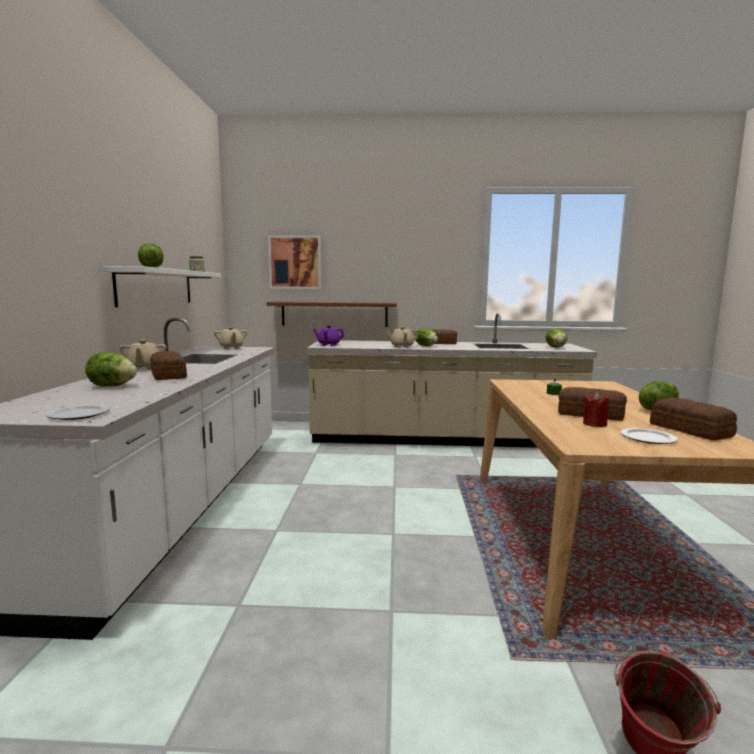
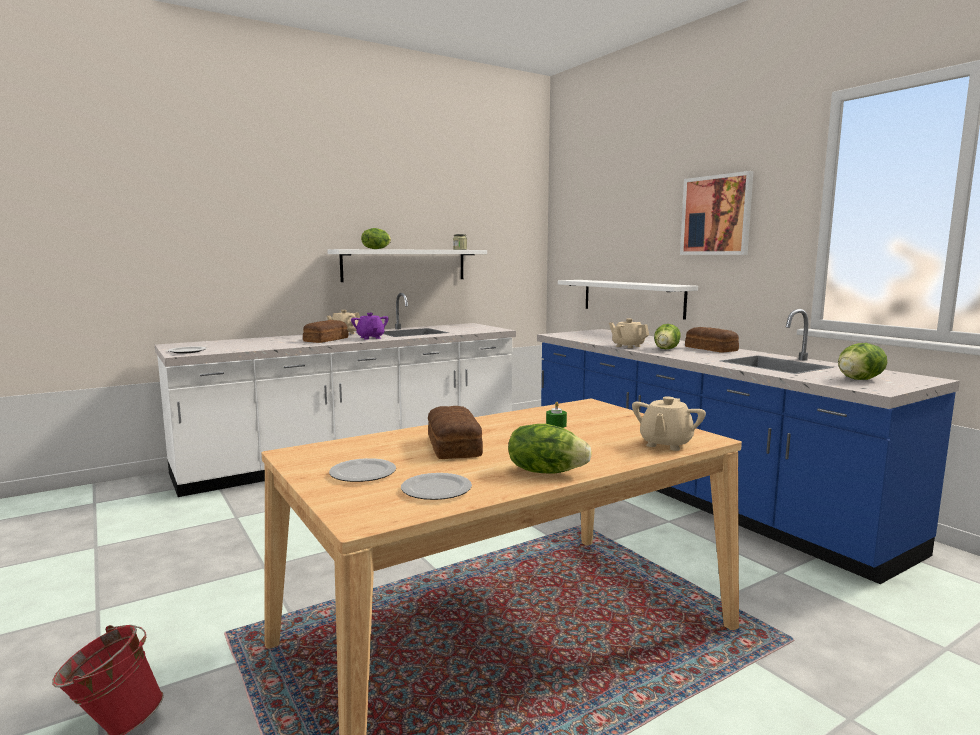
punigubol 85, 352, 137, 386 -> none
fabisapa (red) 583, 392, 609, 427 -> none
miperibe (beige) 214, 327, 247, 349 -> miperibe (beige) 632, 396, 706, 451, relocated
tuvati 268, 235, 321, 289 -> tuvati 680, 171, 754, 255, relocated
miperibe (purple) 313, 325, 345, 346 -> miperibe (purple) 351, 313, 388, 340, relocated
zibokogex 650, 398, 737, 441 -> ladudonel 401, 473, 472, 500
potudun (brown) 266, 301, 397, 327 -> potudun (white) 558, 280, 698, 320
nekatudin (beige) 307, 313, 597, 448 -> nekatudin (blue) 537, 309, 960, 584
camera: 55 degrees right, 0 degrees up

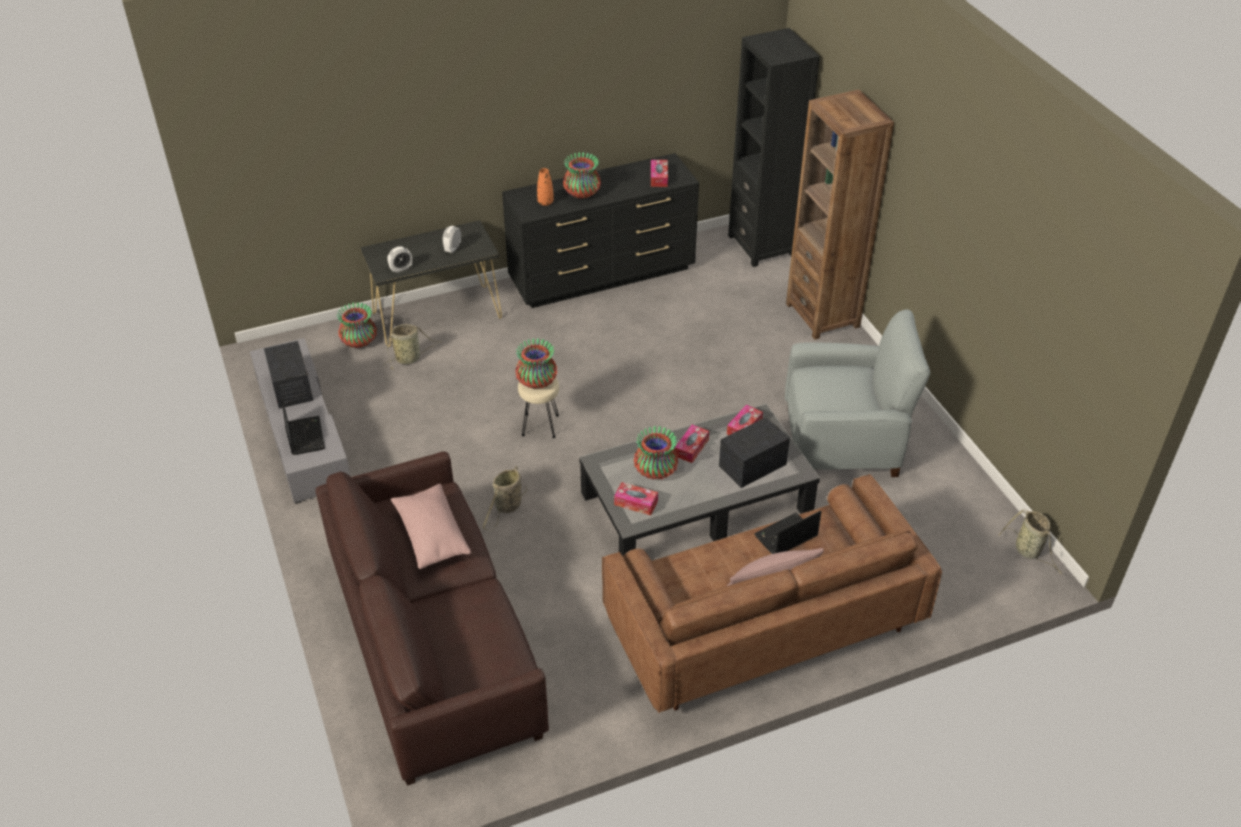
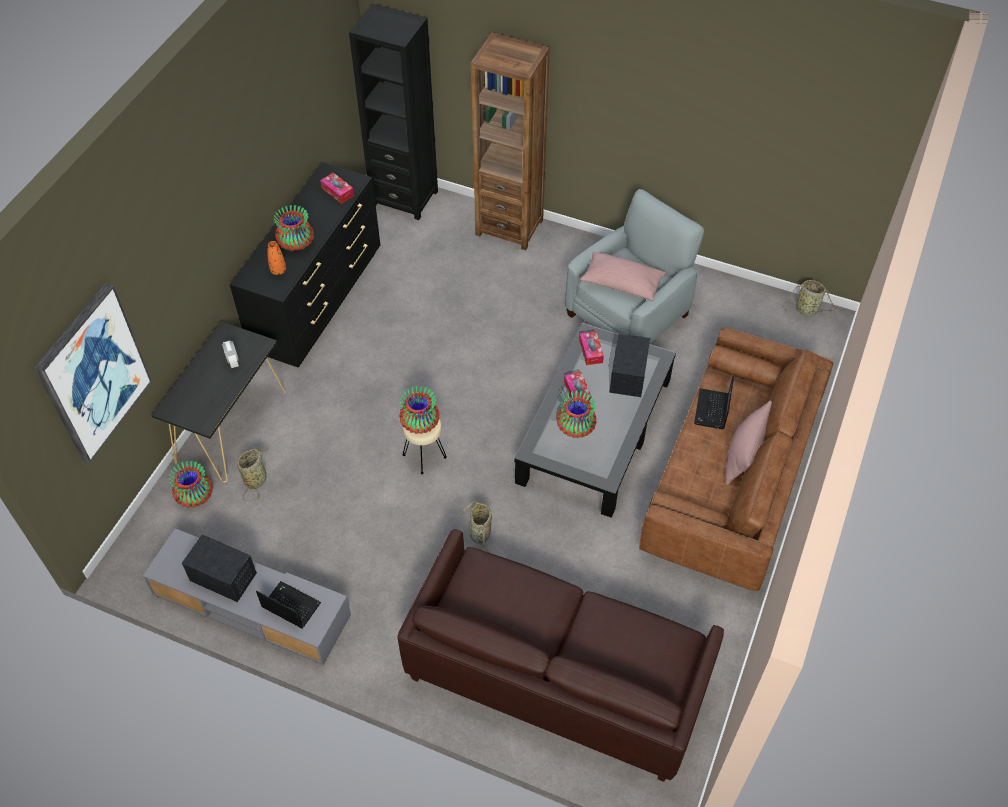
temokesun 388, 246, 412, 273 -> none
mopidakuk 614, 482, 658, 515 -> none
none -> tuvati 34, 283, 152, 463
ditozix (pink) 391, 484, 471, 569 -> ditozix (pink) 580, 252, 666, 301, relocated
camera: 45 degrees left, 10 degrees up

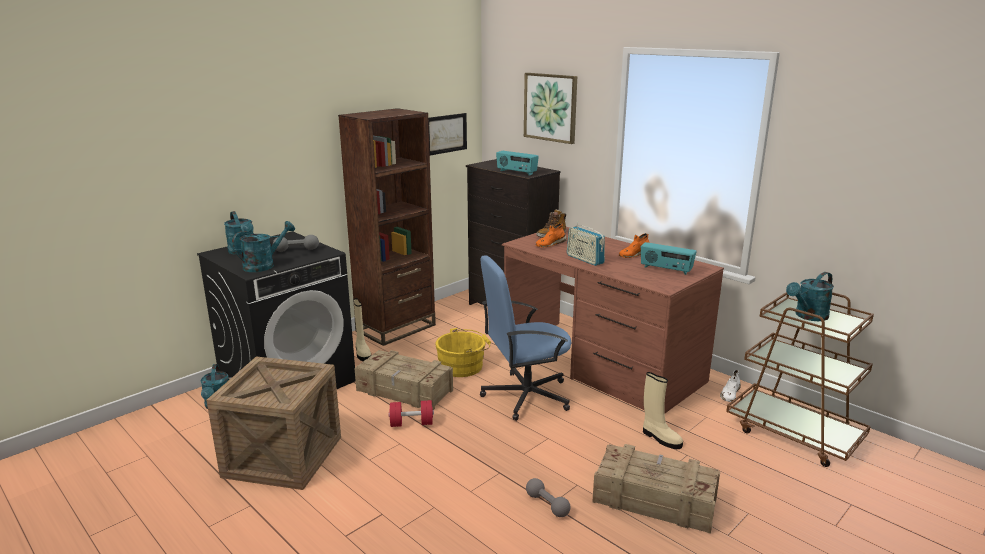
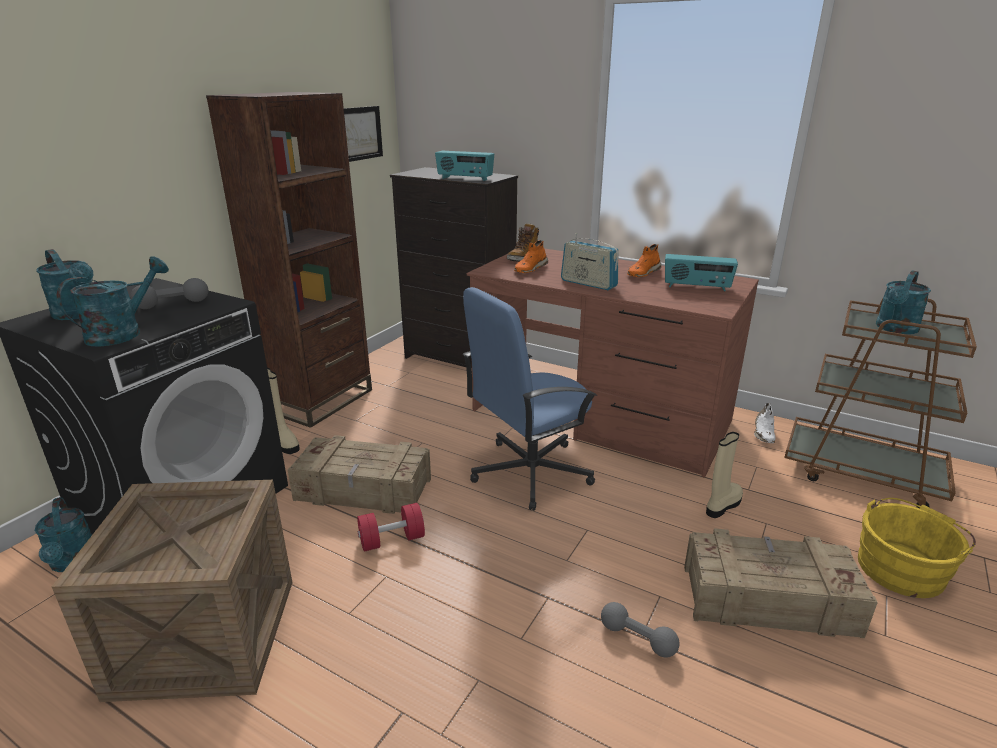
tuvati 524, 73, 577, 144 -> none
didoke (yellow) 435, 328, 491, 377 -> didoke (yellow) 858, 498, 976, 598, relocated
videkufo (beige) 643, 372, 683, 449 -> videkufo (beige) 706, 432, 743, 518, 75 degrees counterclockwise
camera: 15 degrees left, 5 degrees up

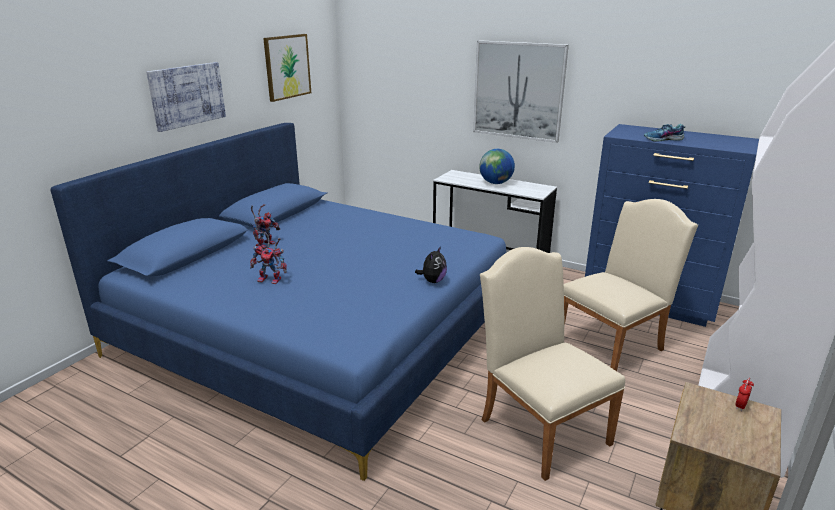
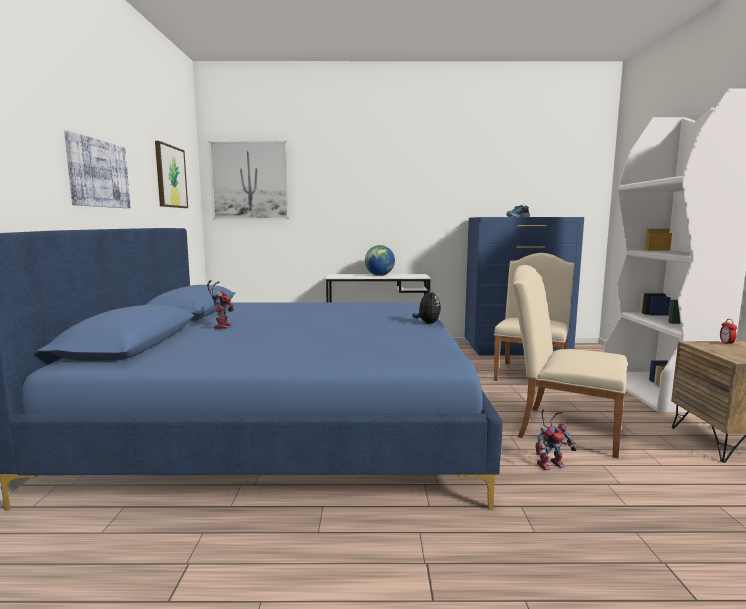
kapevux 250, 232, 287, 284 -> kapevux 535, 409, 577, 471, relocated
tuvati 473, 40, 569, 143 -> tuvati 209, 141, 289, 220, relocated
camera: 30 degrees left, 15 degrees down

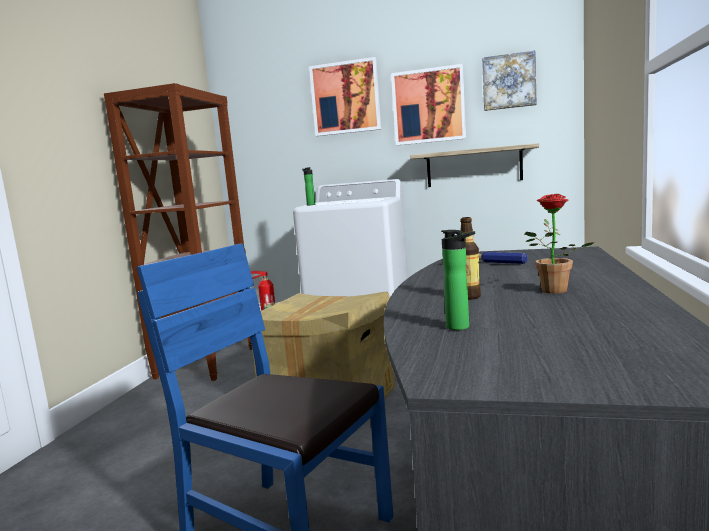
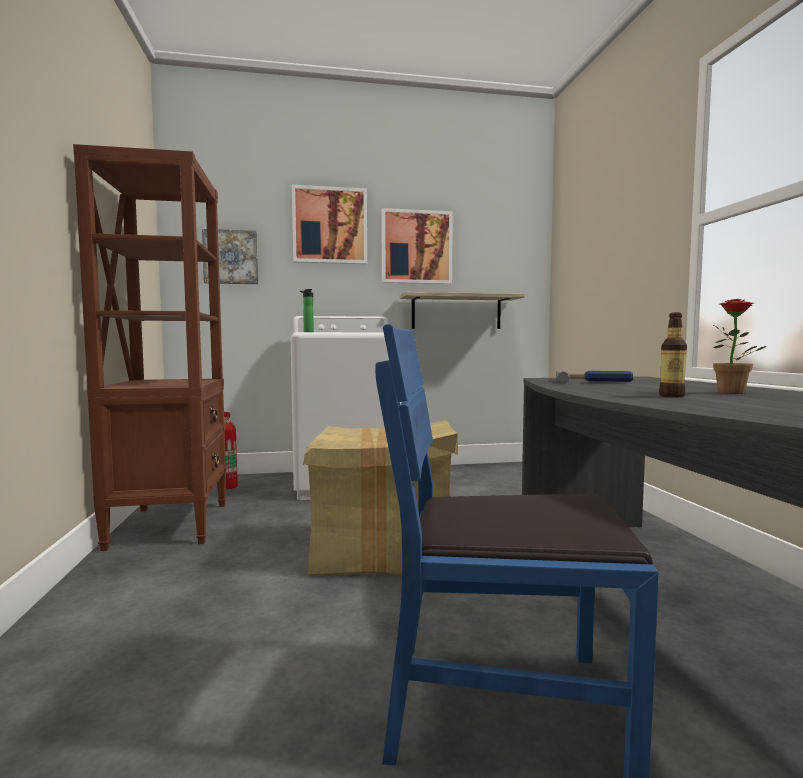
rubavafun 441, 230, 475, 330 -> none
tuvati 482, 51, 536, 111 -> tuvati 202, 229, 258, 284, relocated
camera: 25 degrees left, 5 degrees down

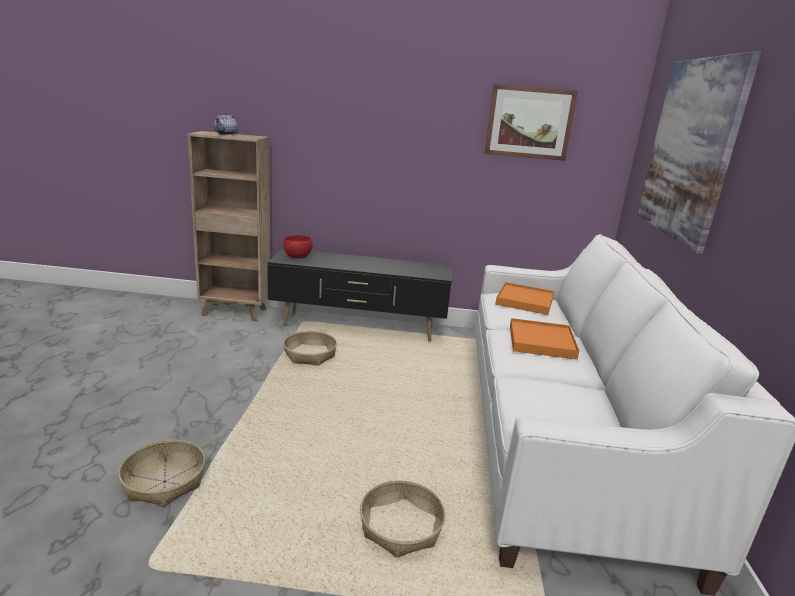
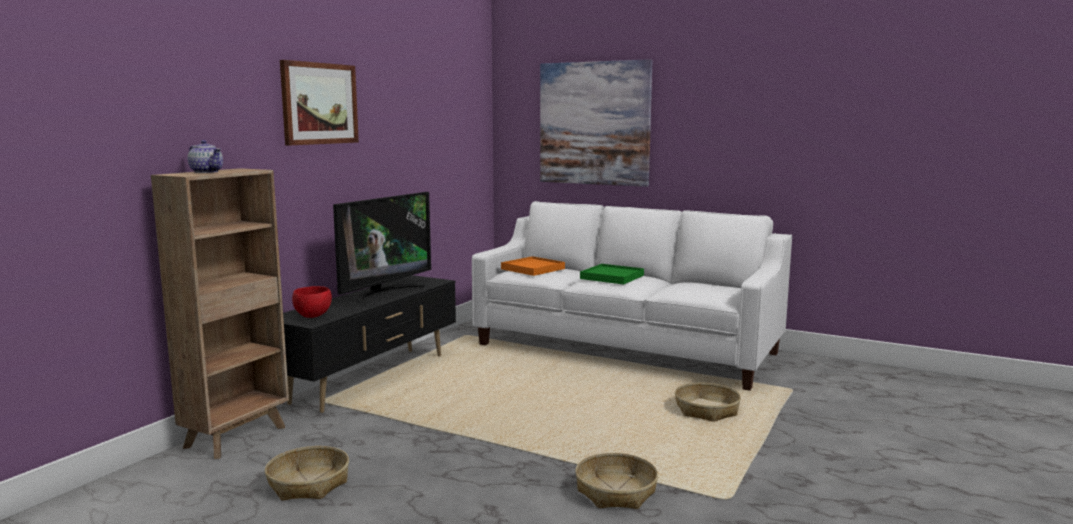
none -> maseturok 333, 192, 431, 305
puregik 283, 331, 337, 366 -> puregik 265, 446, 349, 501, relocated
tuvati 485, 84, 578, 161 -> tuvati 280, 60, 359, 145, relocated
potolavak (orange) 510, 318, 579, 360 -> potolavak (green) 580, 264, 644, 285
camera: 65 degrees left, 10 degrees down

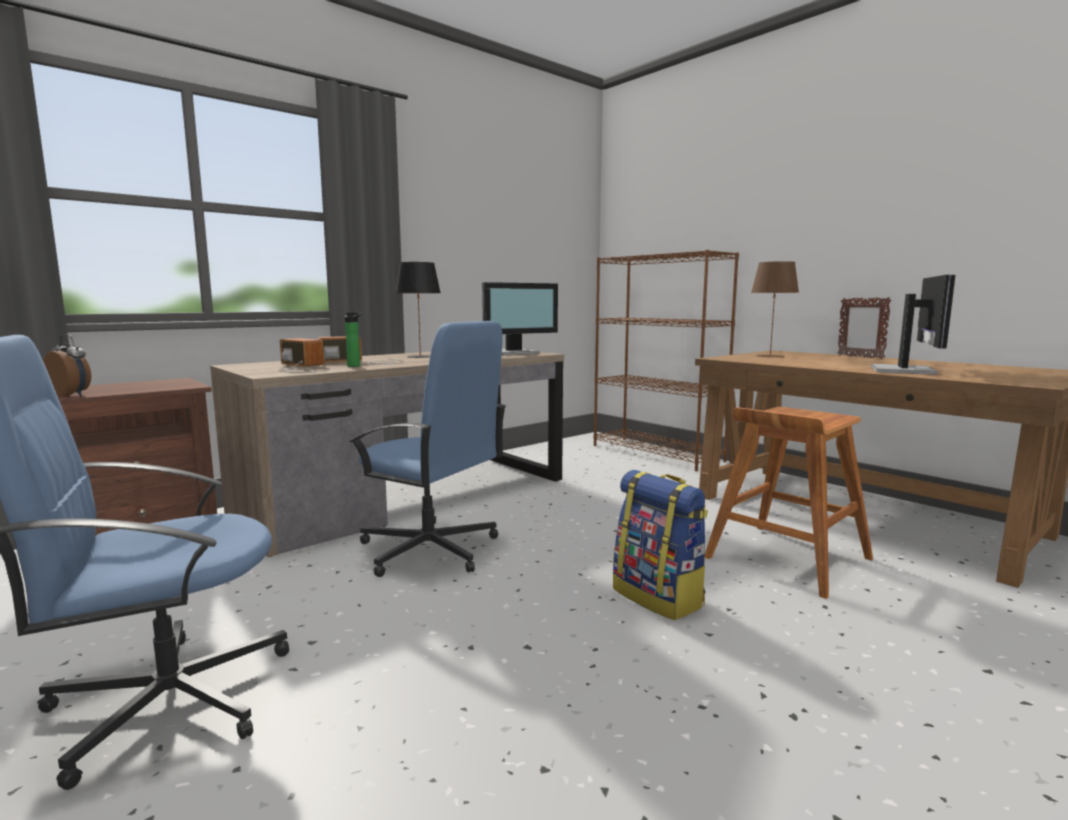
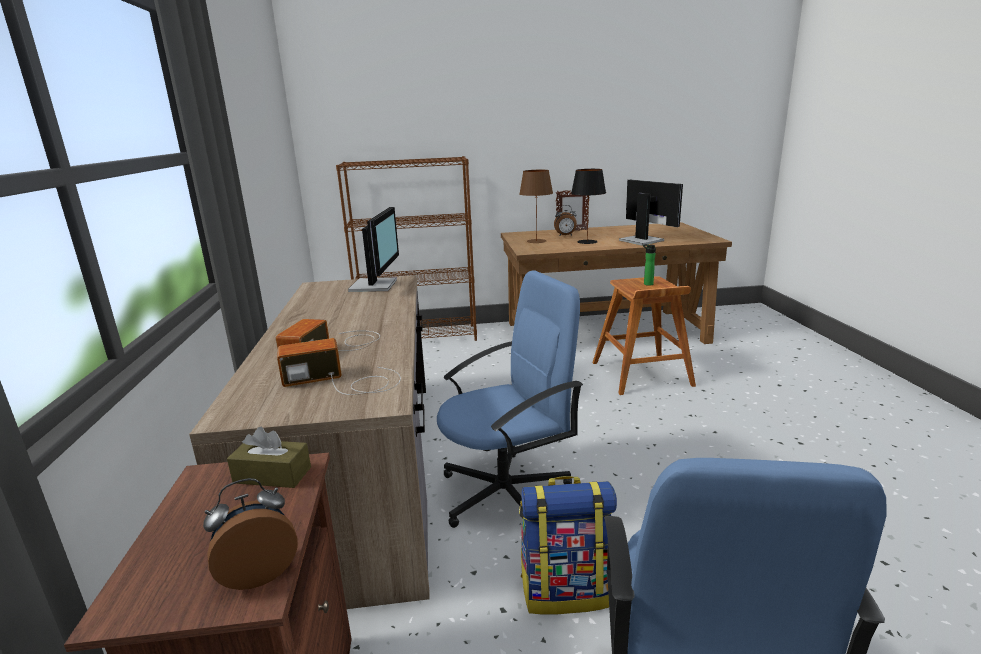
none -> mopidakuk (brown) 227, 427, 311, 488
none -> temokesun 554, 205, 577, 236
rubavafun 345, 312, 361, 367 -> rubavafun 643, 244, 656, 286, relocated
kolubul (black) 395, 262, 441, 358 -> kolubul (black) 571, 169, 606, 244, relocated
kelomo 613, 470, 708, 621 -> kelomo 519, 476, 617, 614, relocated
camera: 55 degrees left, 10 degrees up

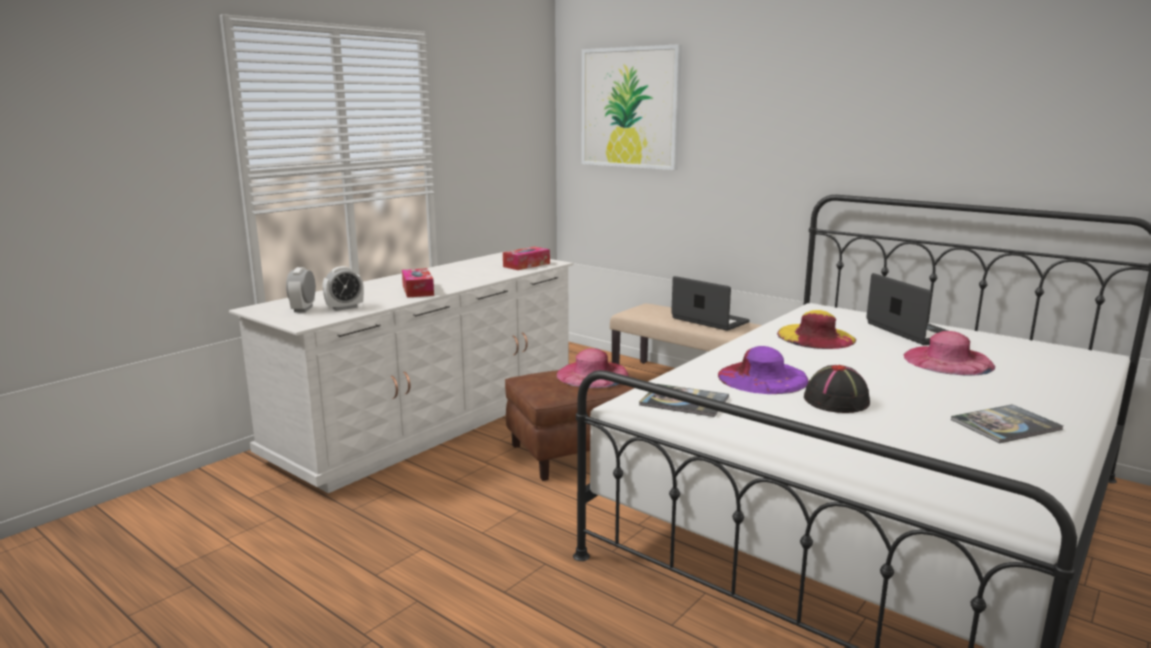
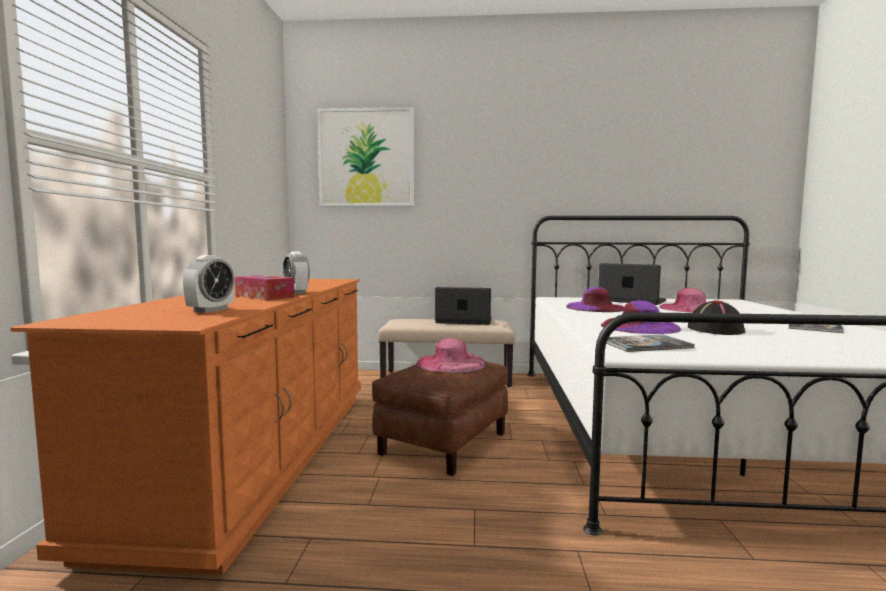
mopidakuk 503, 247, 550, 270 -> none
temokesun 286, 267, 316, 312 -> temokesun 283, 252, 310, 295, relocated
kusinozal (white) 229, 252, 574, 493 -> kusinozal (orange) 11, 279, 361, 575
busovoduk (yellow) 777, 310, 856, 349 -> busovoduk (purple) 566, 287, 624, 312
camera: 35 degrees left, 10 degrees down

